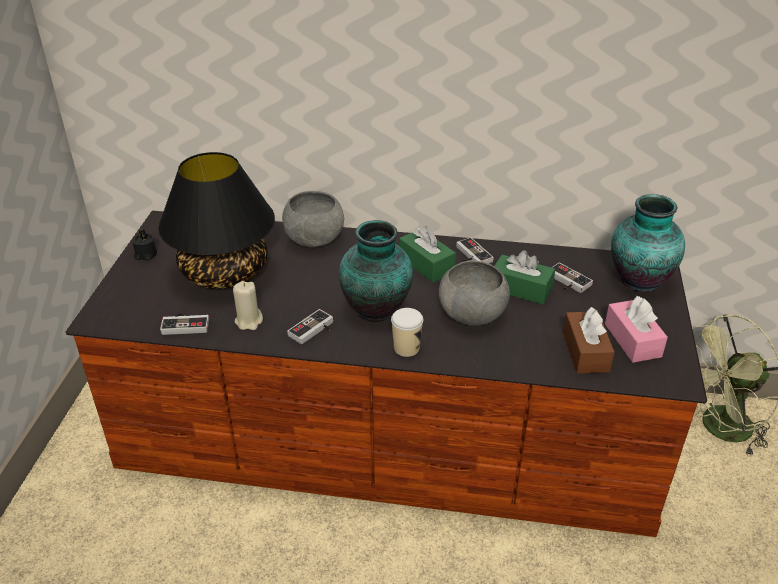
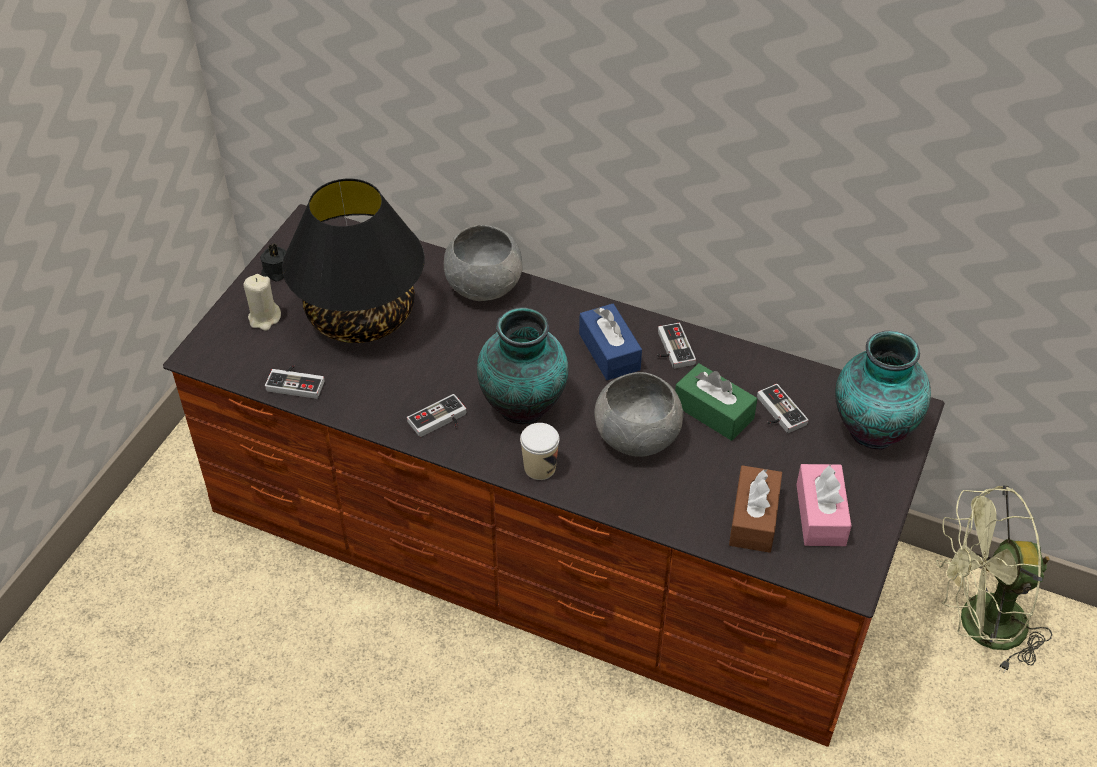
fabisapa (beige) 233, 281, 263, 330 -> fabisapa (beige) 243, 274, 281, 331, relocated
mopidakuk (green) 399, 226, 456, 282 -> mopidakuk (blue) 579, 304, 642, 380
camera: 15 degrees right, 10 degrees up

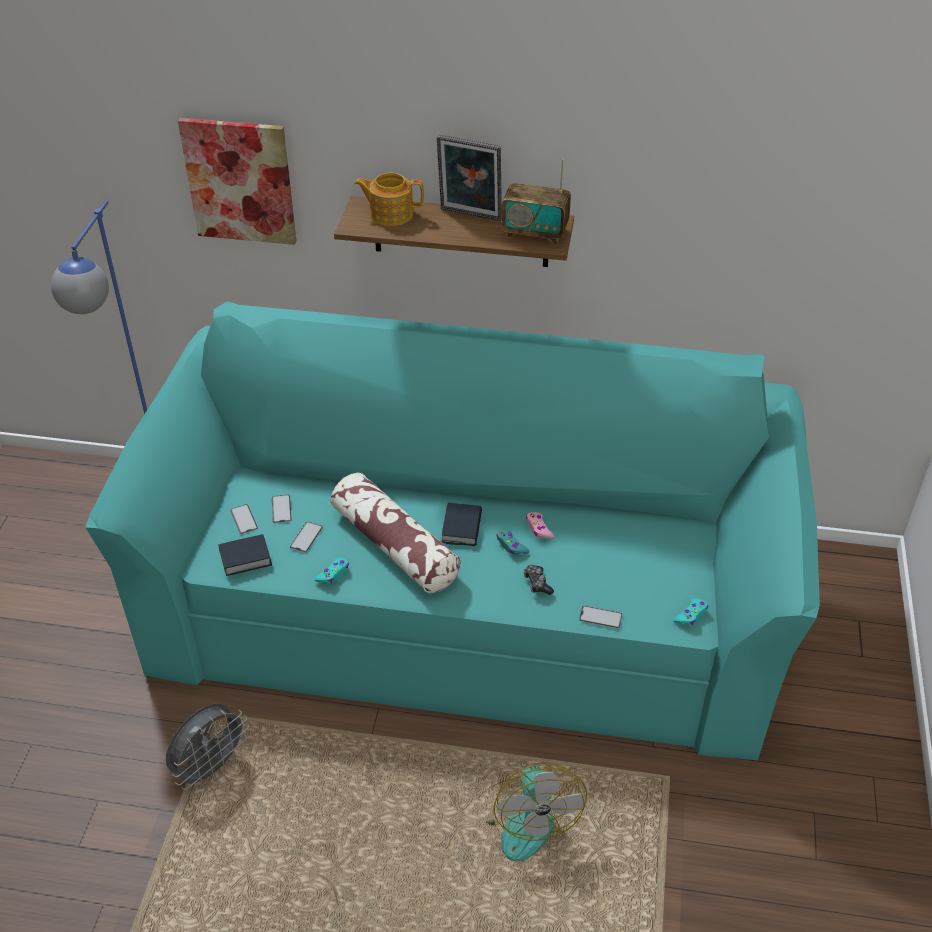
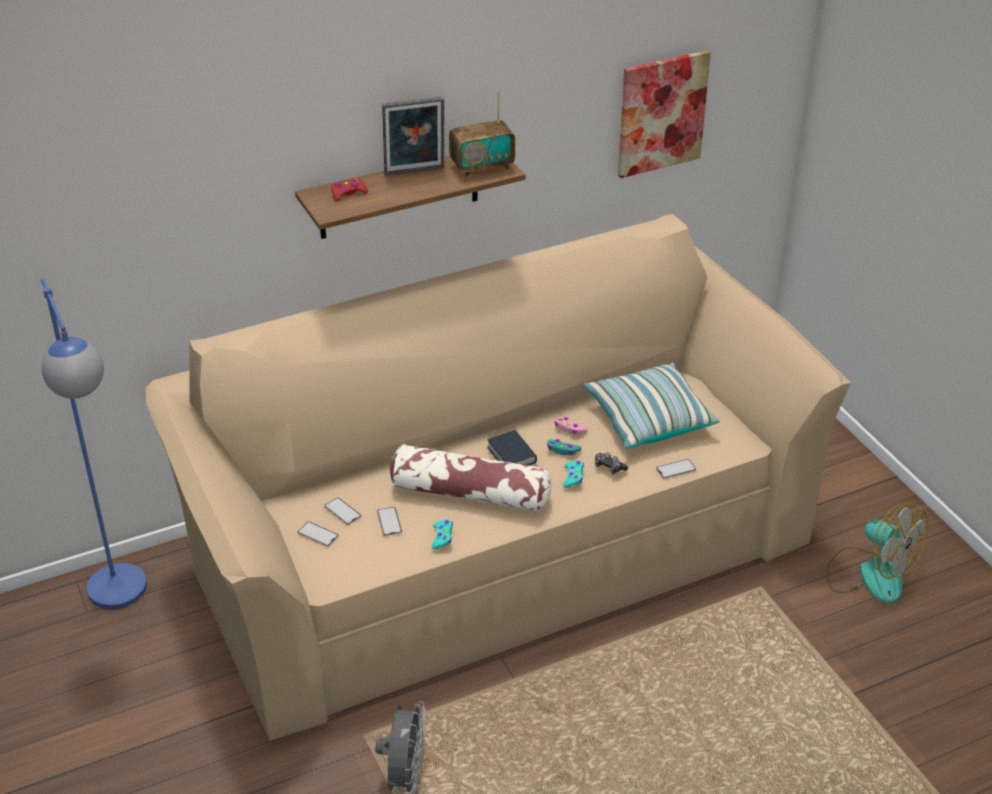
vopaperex 218, 534, 272, 576 -> none
none -> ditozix 583, 363, 720, 449
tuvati 178, 118, 297, 245 -> tuvati 618, 50, 711, 178, relocated
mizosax 486, 764, 587, 861 -> mizosax 826, 502, 928, 604, relocated
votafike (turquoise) 673, 598, 708, 625 -> votafike (turquoise) 563, 461, 584, 488, relocated
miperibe 354, 173, 424, 226 -> votafike (red) 331, 177, 368, 201
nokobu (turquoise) 85, 301, 820, 760 -> nokobu (beige) 145, 214, 851, 741
camera: 35 degrees left, 5 degrees down

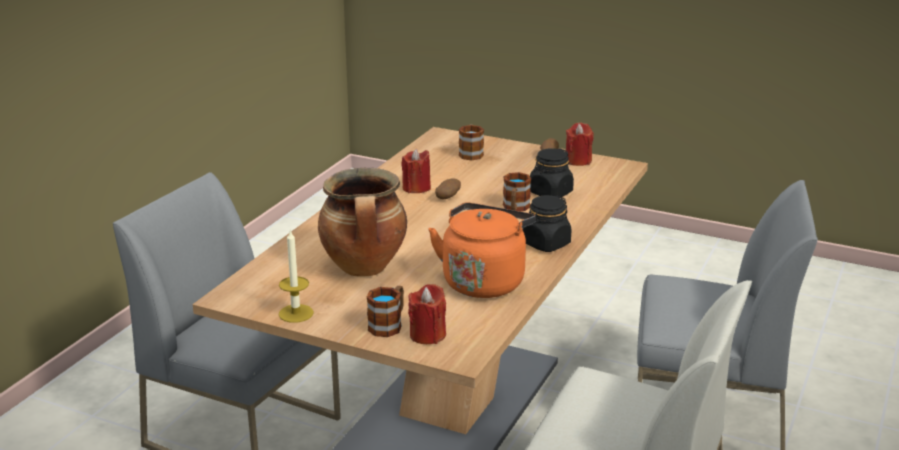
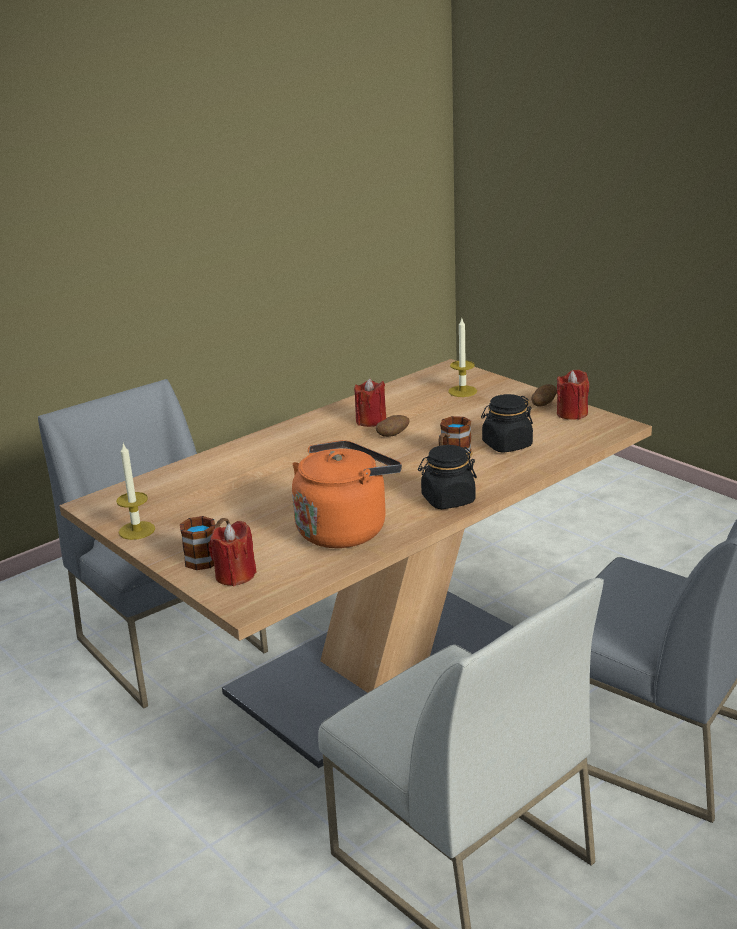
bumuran 318, 168, 407, 277 -> none
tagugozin 459, 124, 484, 160 -> fabisapa 448, 319, 477, 397
camera: 25 degrees right, 0 degrees up

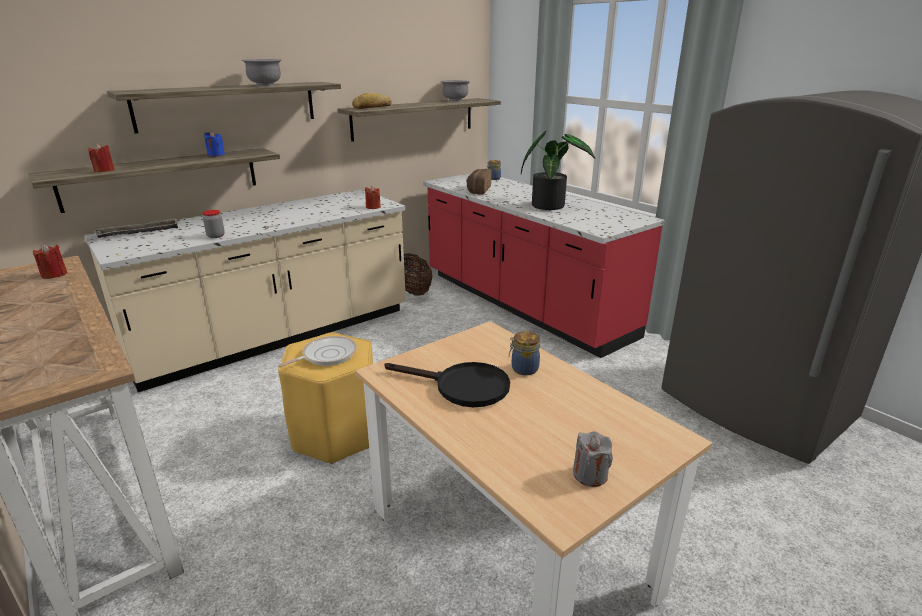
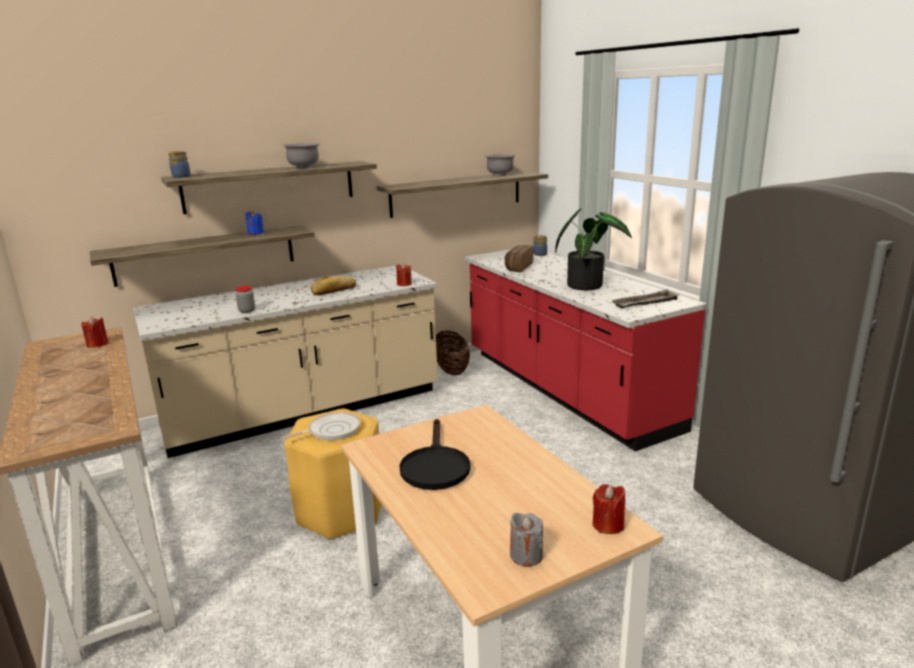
fabisapa (red) 88, 143, 115, 172 -> fabisapa (red) 593, 484, 625, 534, relocated
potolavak 94, 218, 179, 238 -> potolavak 611, 289, 680, 308, relocated
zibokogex 352, 93, 392, 109 -> zibokogex 311, 276, 357, 295, relocated
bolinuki 509, 331, 540, 375 -> bolinuki 168, 151, 190, 178, relocated
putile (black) 384, 362, 510, 407 -> putile (black) 399, 419, 471, 490, 60 degrees clockwise
camera: 10 degrees right, 5 degrees down

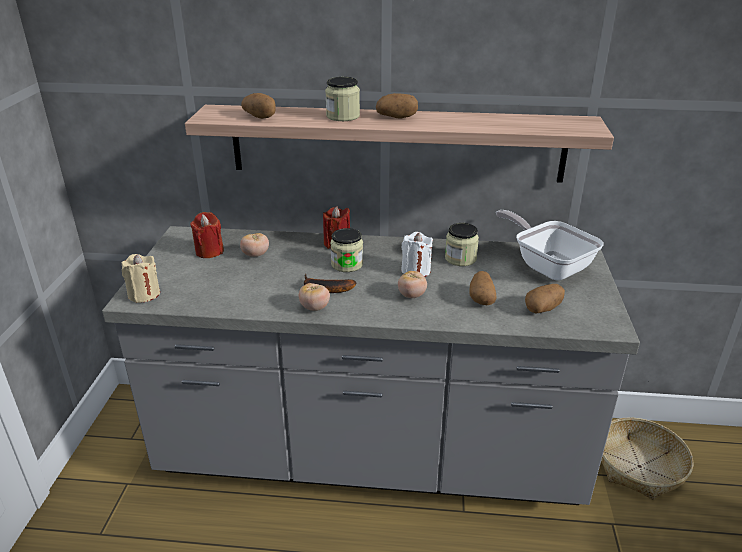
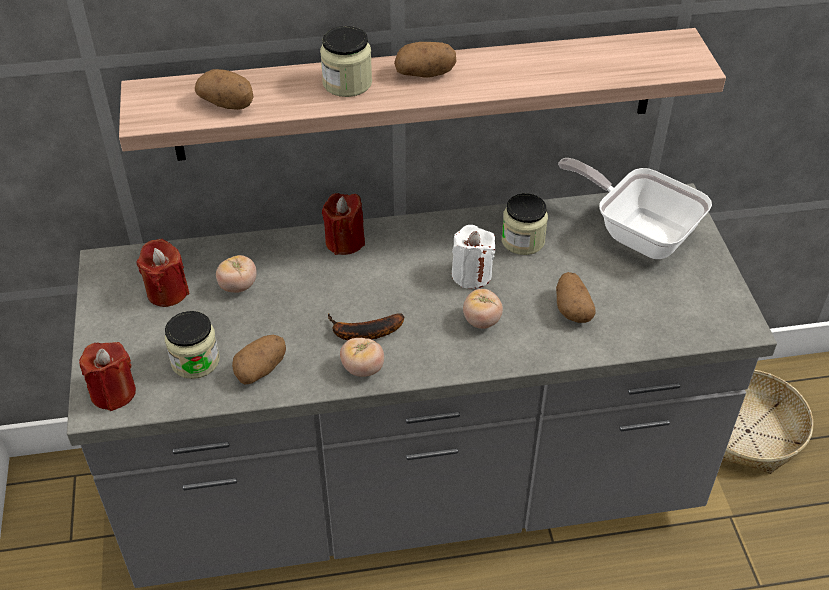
bolinuki 330, 228, 363, 272 -> bolinuki 165, 311, 220, 379, relocated
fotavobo 525, 284, 565, 313 -> fotavobo 232, 335, 286, 385, relocated
fabisapa (beige) 121, 254, 160, 303 -> fabisapa (red) 79, 342, 136, 411
camera: 15 degrees left, 15 degrees up

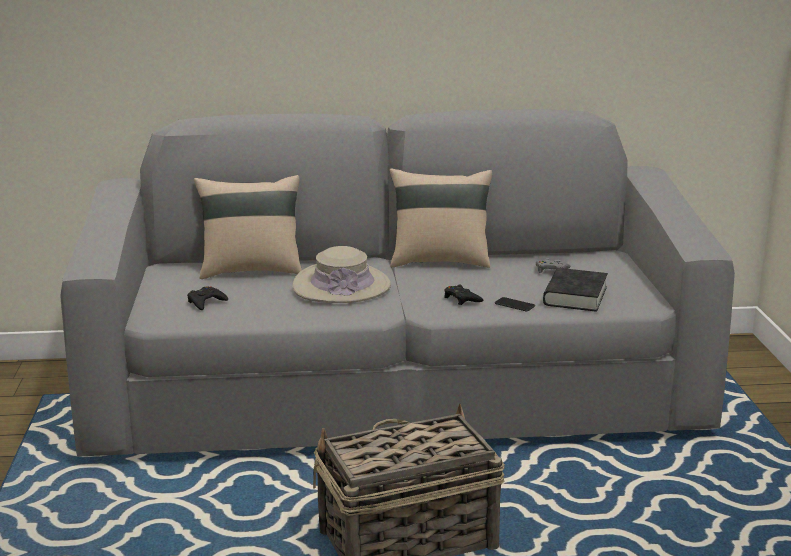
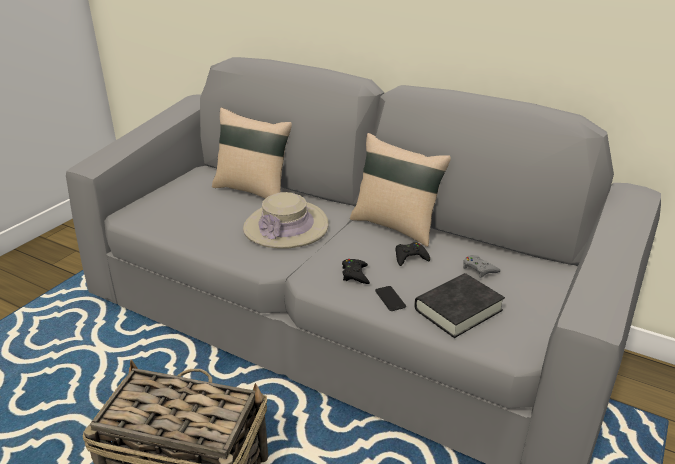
votafike (black) 187, 286, 228, 310 -> votafike (black) 396, 242, 430, 266, relocated
camera: 35 degrees right, 10 degrees up

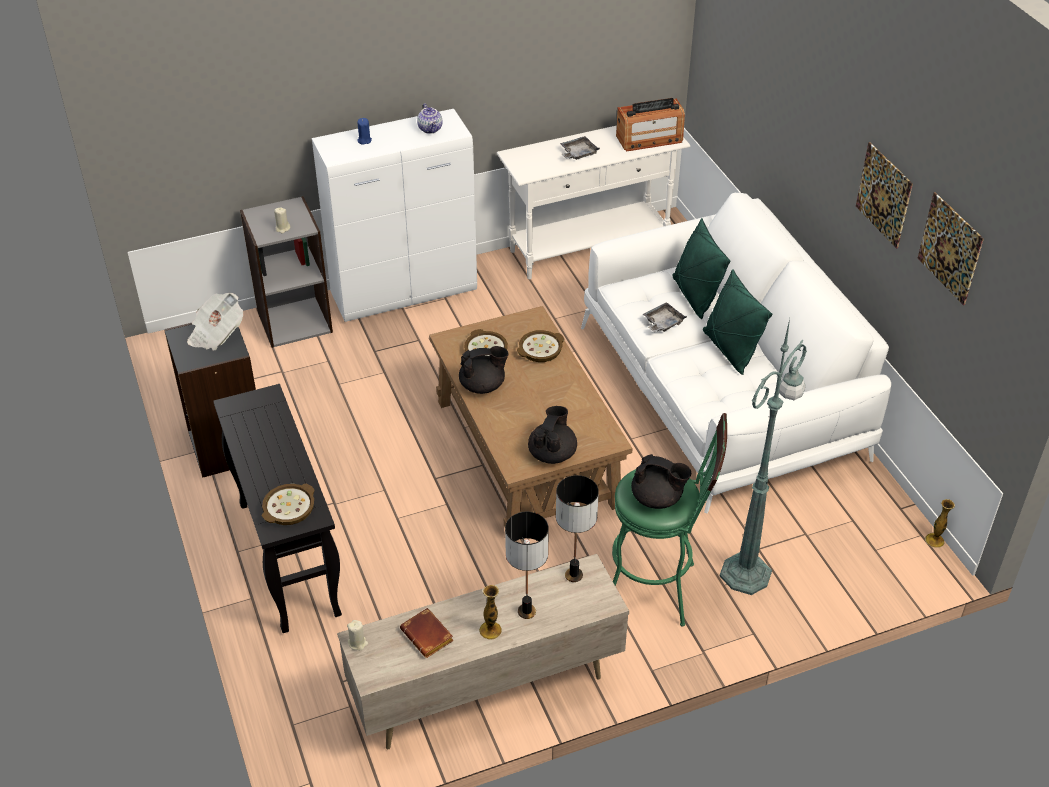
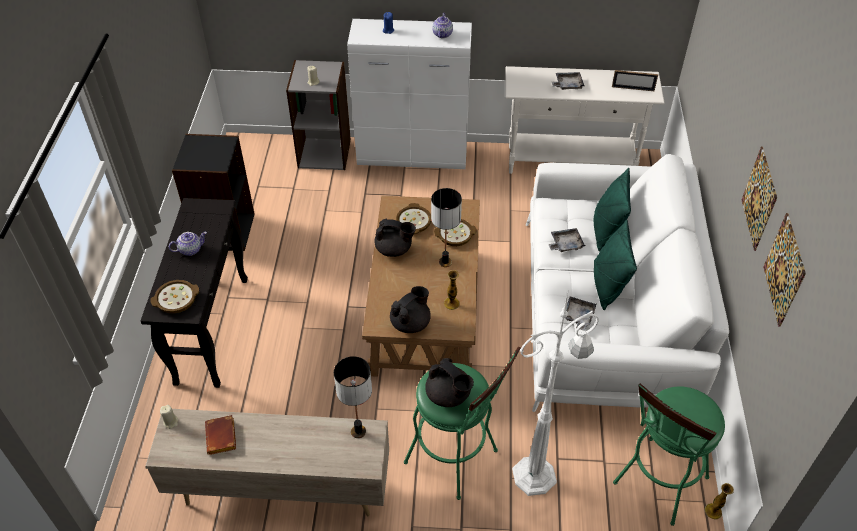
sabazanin 187, 293, 243, 350 -> none
none -> miperibe 169, 231, 207, 256
none -> potolavak (grey) 566, 296, 597, 331
none -> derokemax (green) 613, 384, 725, 526
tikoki 479, 585, 502, 640 -> tikoki 444, 270, 460, 310, relocated
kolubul 505, 511, 549, 619 -> kolubul 431, 188, 462, 267, relocated
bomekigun 616, 98, 685, 152 -> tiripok 612, 70, 658, 91
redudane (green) 720, 319, 807, 595 -> redudane (white) 512, 289, 599, 496
camera: 25 degrees right, 5 degrees up

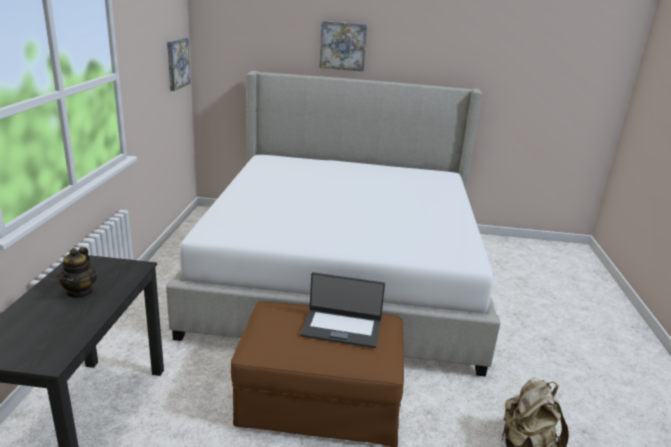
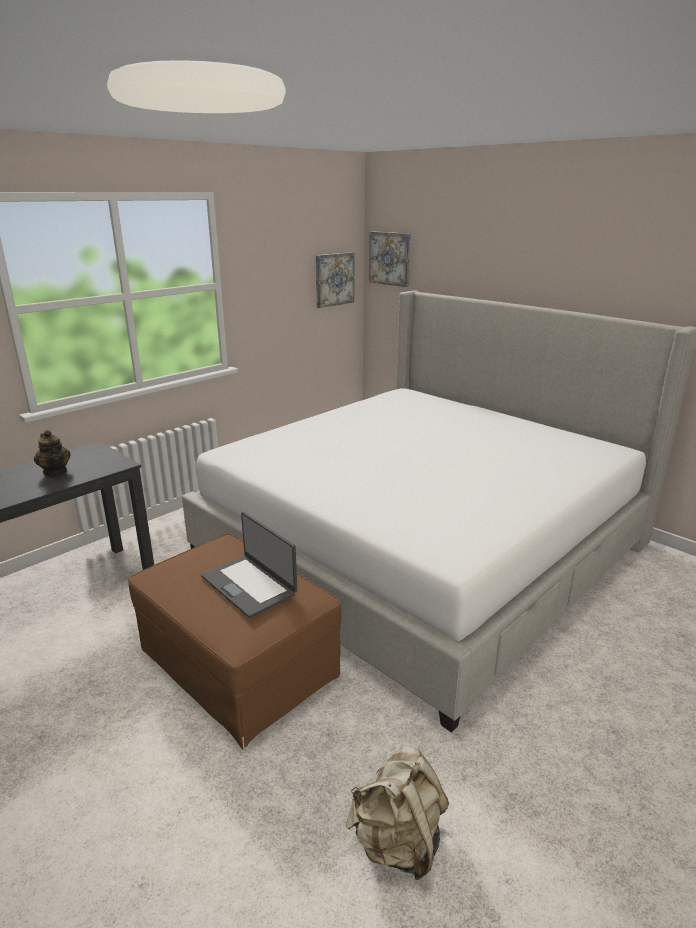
tuvati 319, 21, 367, 71 -> tuvati 369, 231, 411, 287, relocated
miperibe 58, 247, 97, 298 -> miperibe 34, 430, 71, 476, 75 degrees counterclockwise
camera: 40 degrees right, 0 degrees up

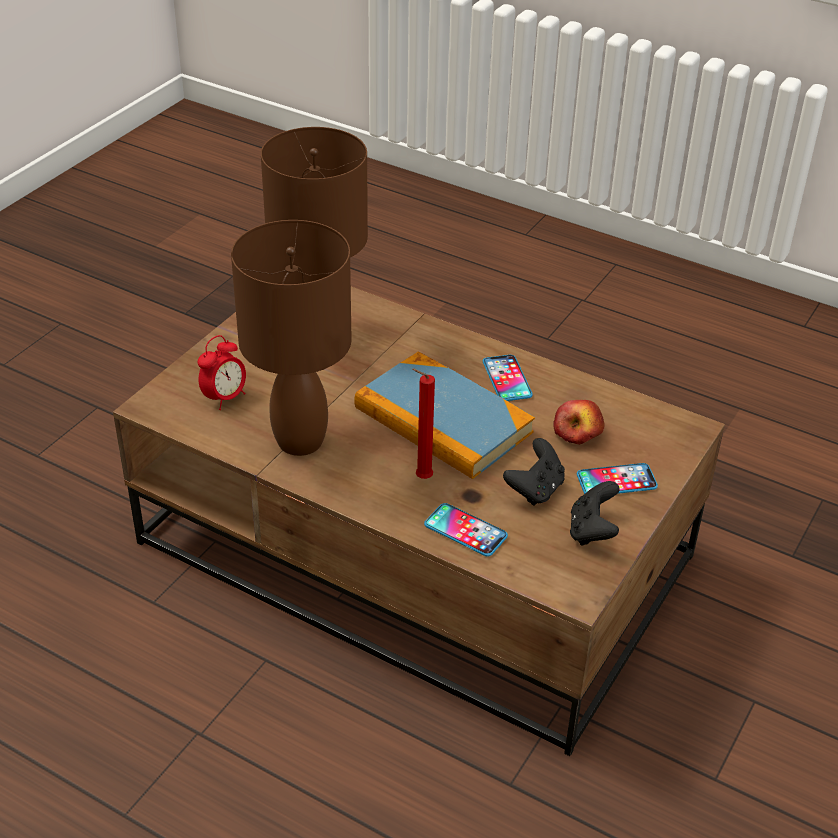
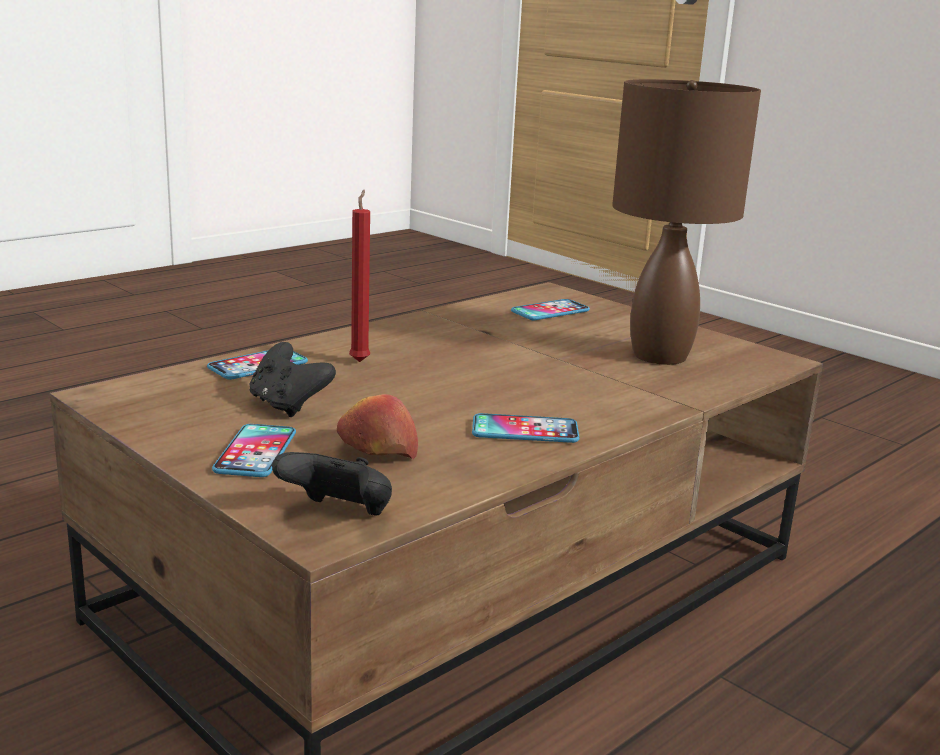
kolubul (brown) 231, 220, 351, 456 -> none
vopaperex 354, 351, 535, 479 -> none
votafike (black) 570, 481, 620, 546 -> votafike (black) 272, 452, 392, 516, relocated
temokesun 198, 335, 246, 410 -> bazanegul 511, 299, 590, 320
camera: 105 degrees right, 20 degrees down

